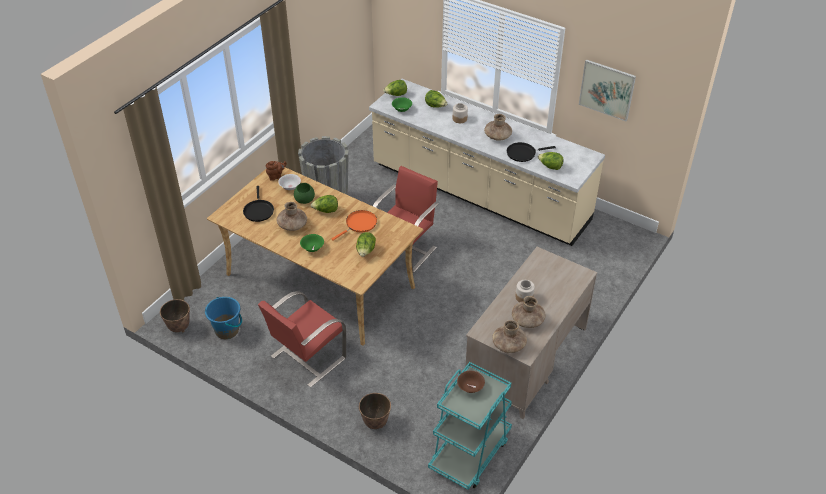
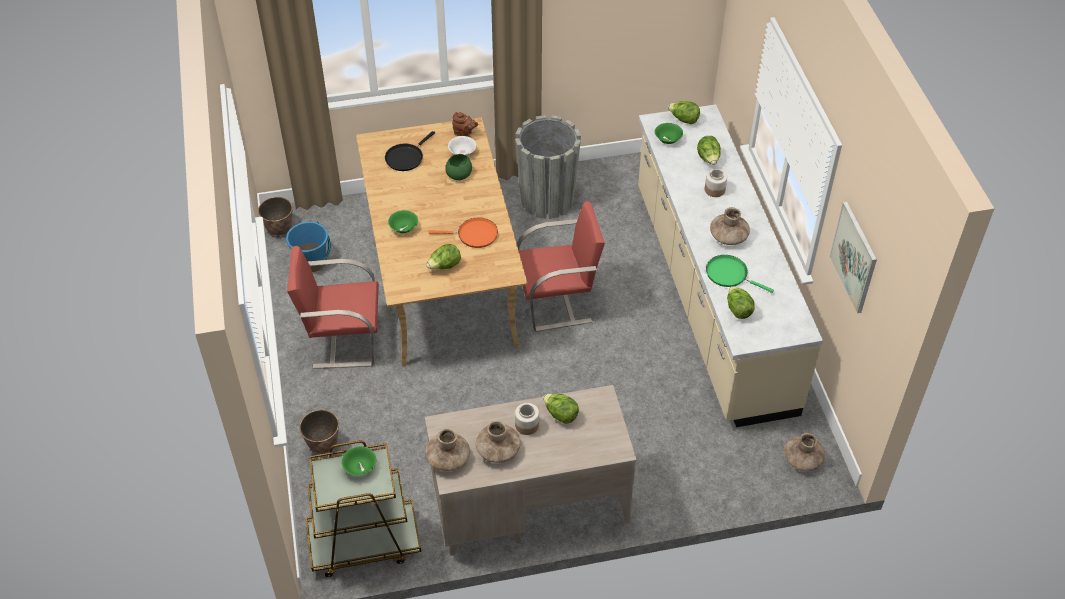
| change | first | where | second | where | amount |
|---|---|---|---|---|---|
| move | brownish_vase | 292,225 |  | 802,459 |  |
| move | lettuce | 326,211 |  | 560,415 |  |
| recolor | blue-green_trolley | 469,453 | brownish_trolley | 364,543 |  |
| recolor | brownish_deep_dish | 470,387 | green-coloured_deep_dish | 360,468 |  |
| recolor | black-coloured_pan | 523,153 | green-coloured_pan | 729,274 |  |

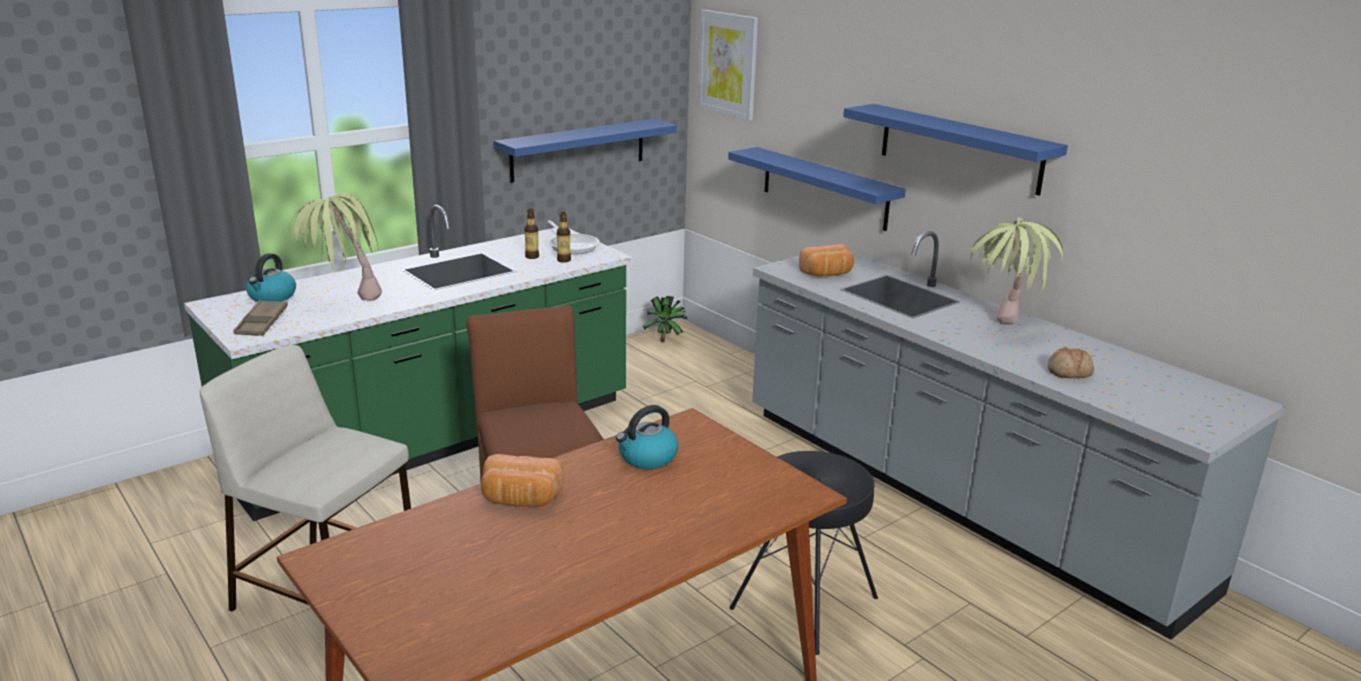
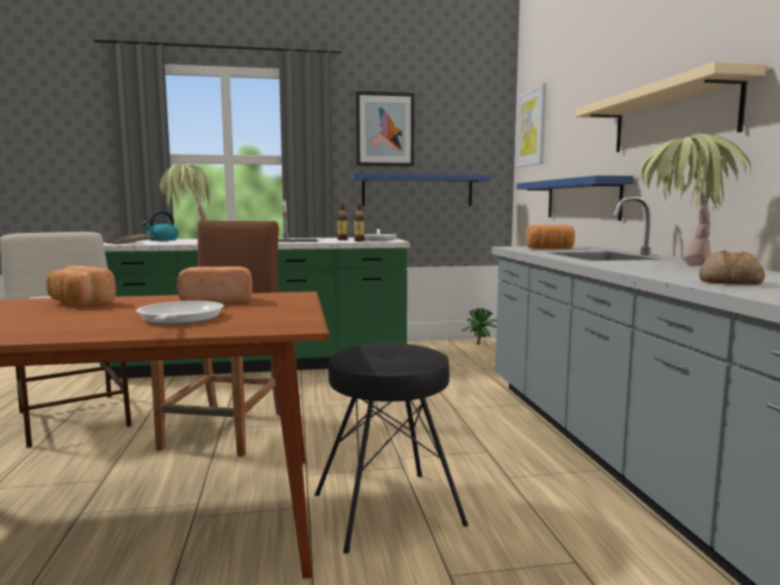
| change | first | where | second | where | amount |
|---|---|---|---|---|---|
| replace | water_kettle | 647,458 | bread | 218,301 |  |
| recolor | blue_bracket_shelf | 959,148 | beige_bracket_shelf | 671,117 |  |
| insert |  |  | pan | 178,319 |  |
| insert |  |  | wall_art | 385,129 |  |

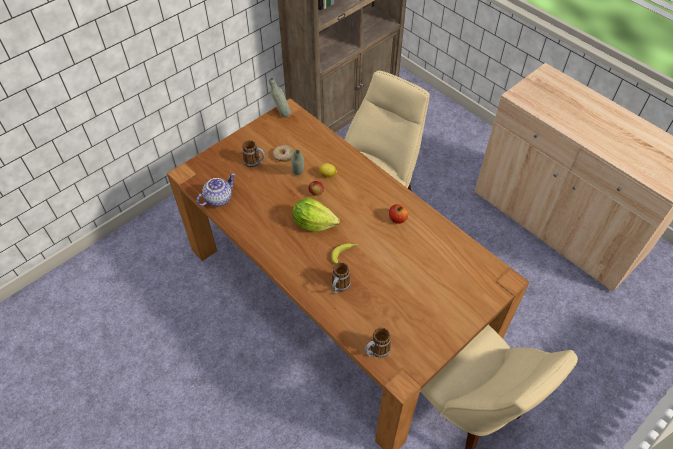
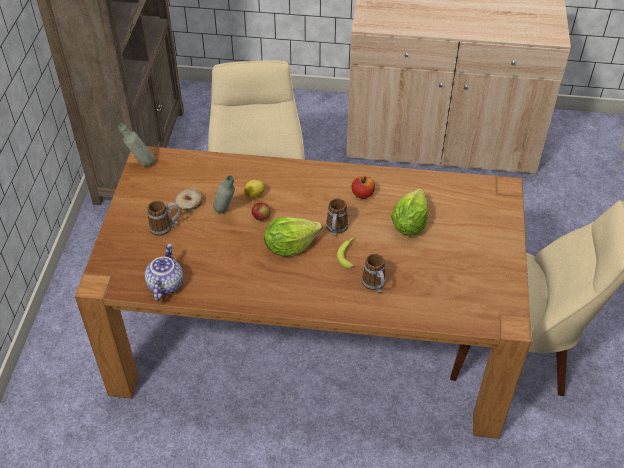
| change | first | where | second | where | amount |
|---|---|---|---|---|---|
| move | mug | 376,351 |  | 336,229 |  |
| insert |  |  | lettuce | 409,224 |  |

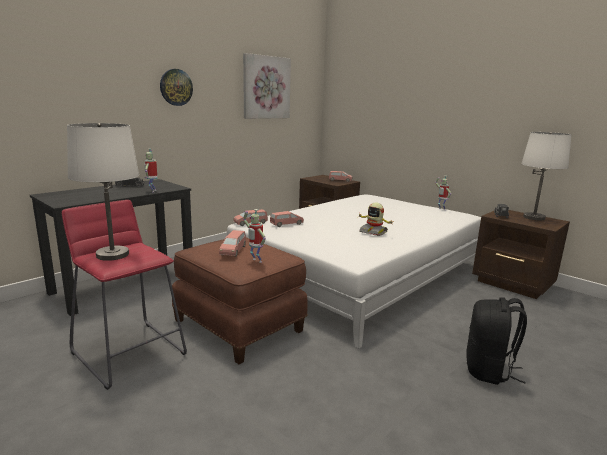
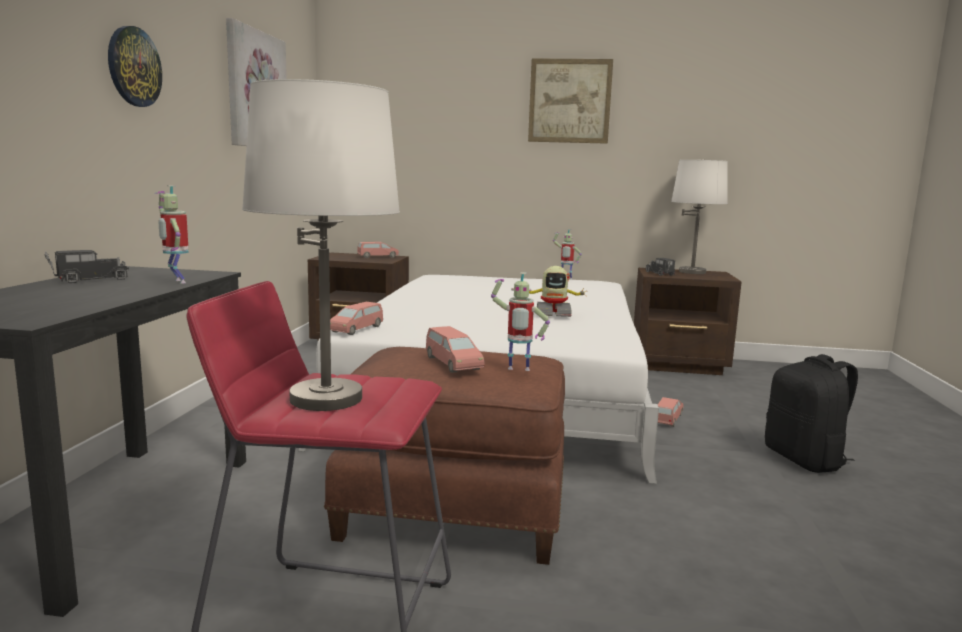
| change | first | where | second | where | amount |
|---|---|---|---|---|---|
| move | pink-coloured_miniature_car | 286,224 |  | 667,419 |  |
| insert |  |  | wall_art | 569,101 |  |

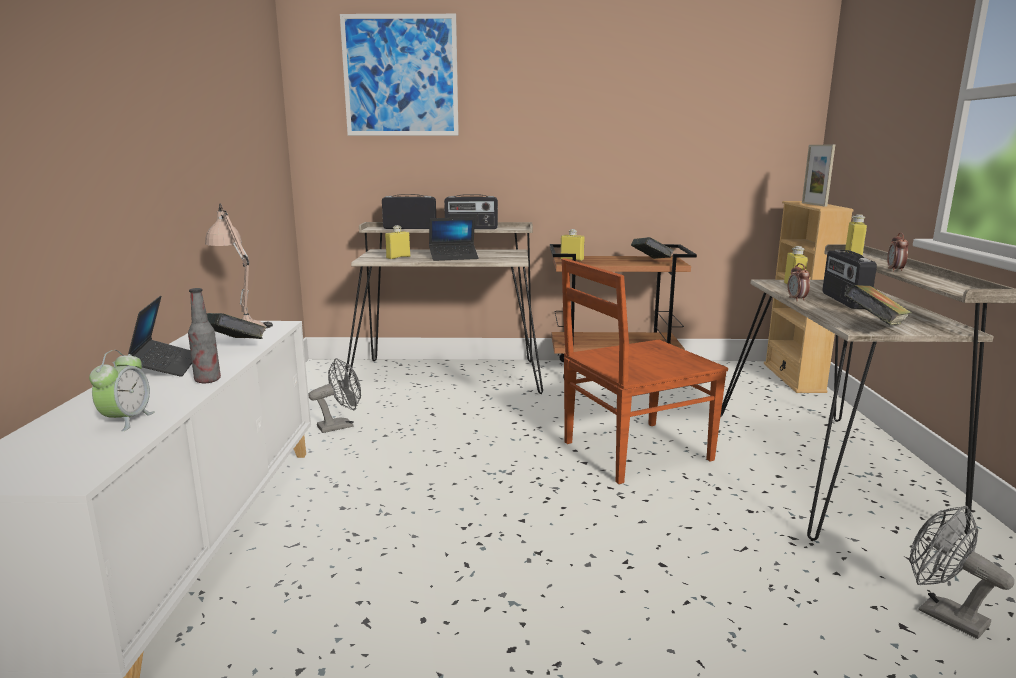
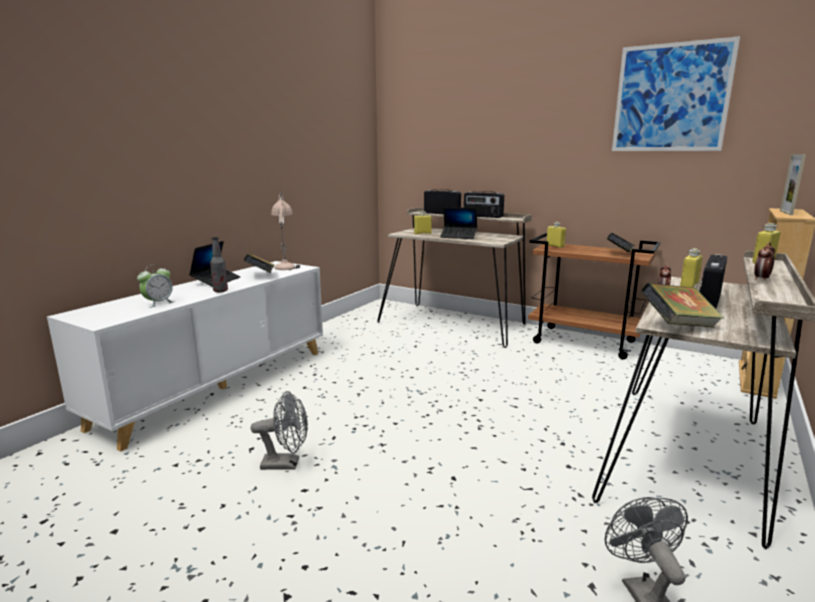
| change | first | where | second | where | amount |
|---|---|---|---|---|---|
| move | grey_electric_fan | 340,425 |  | 286,463 |  |
| move | wall_art | 400,76 |  | 671,98 |  |
| delete | brownish_chair | 633,451 |  |  |  |

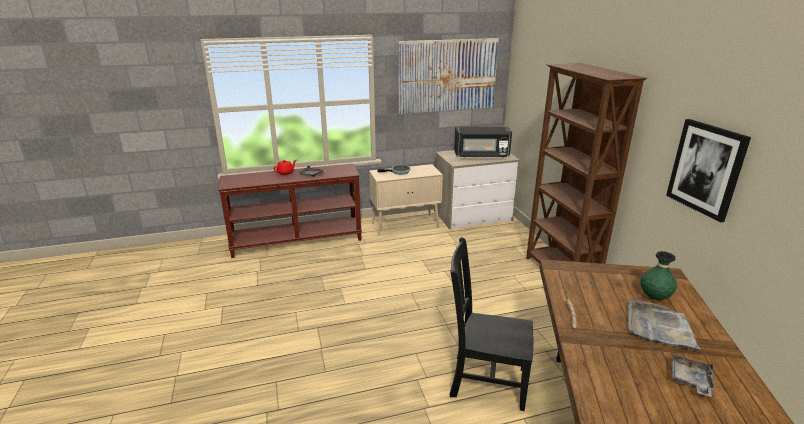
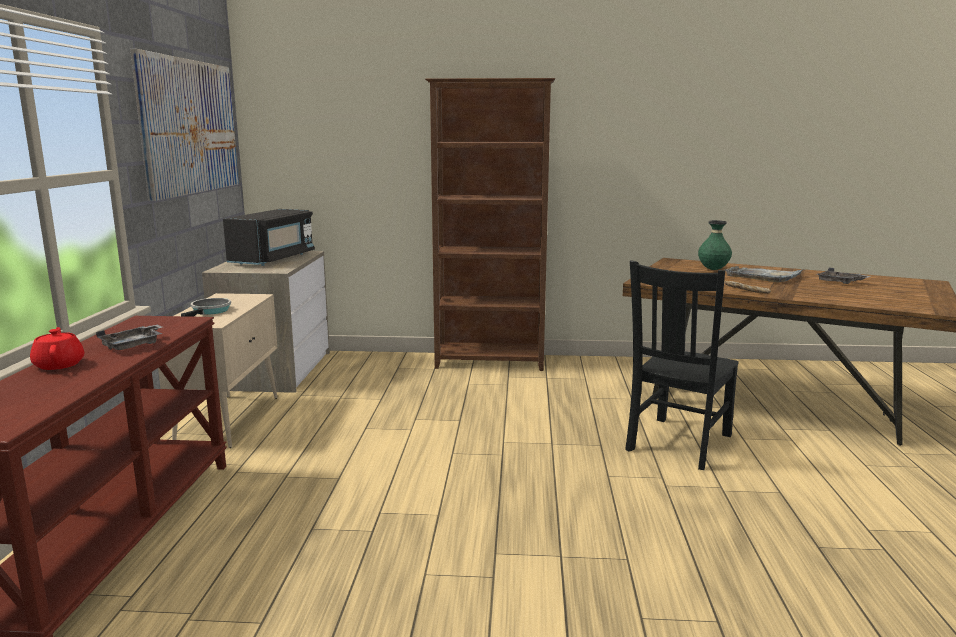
| change | first | where | second | where | amount |
|---|---|---|---|---|---|
| delete | wall_art | 706,169 |  |  |  |

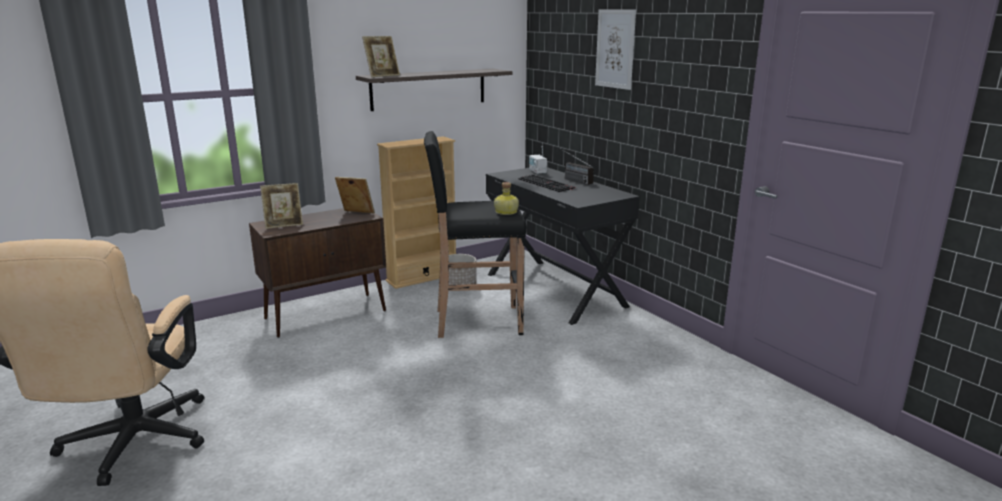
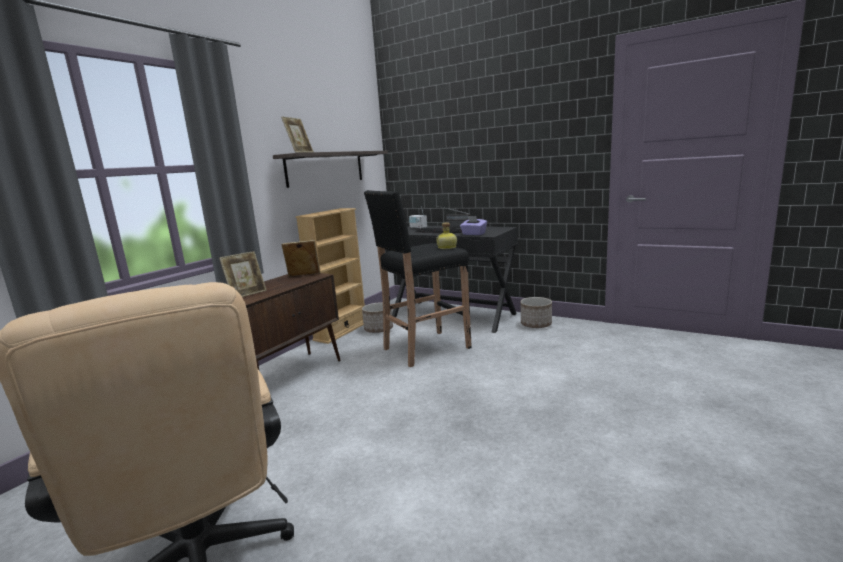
| change | first | where | second | where | amount |
|---|---|---|---|---|---|
| delete | wall_art | 615,49 |  |  |  |
| insert |  |  | purple-coloured_tissue_holder | 473,234 |  |
| insert |  |  | flower_pot | 535,324 |  |

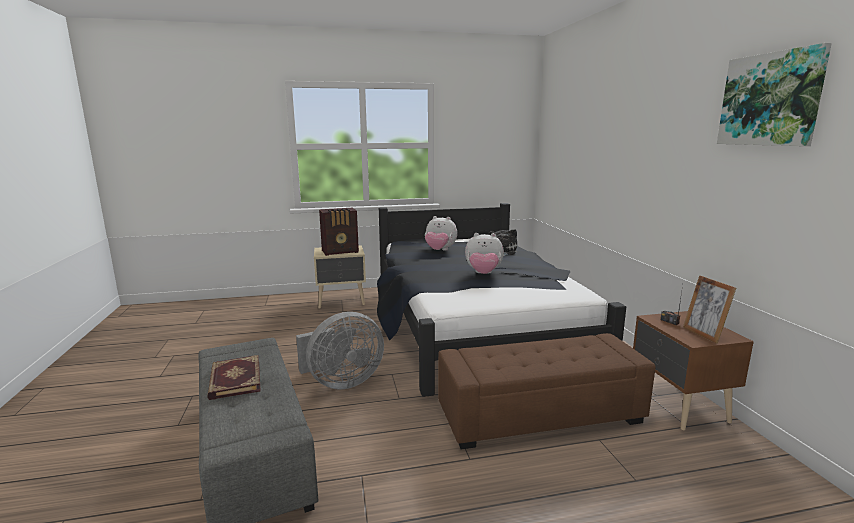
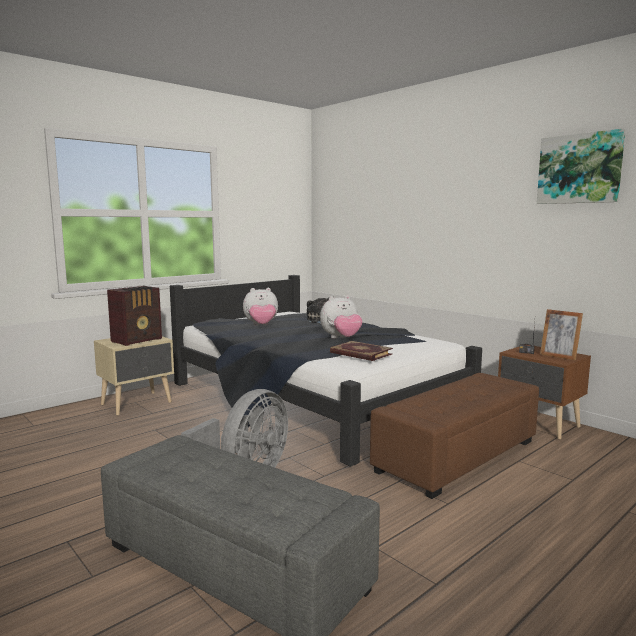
| change | first | where | second | where | amount |
|---|---|---|---|---|---|
| move | book | 234,380 |  | 360,354 |  |

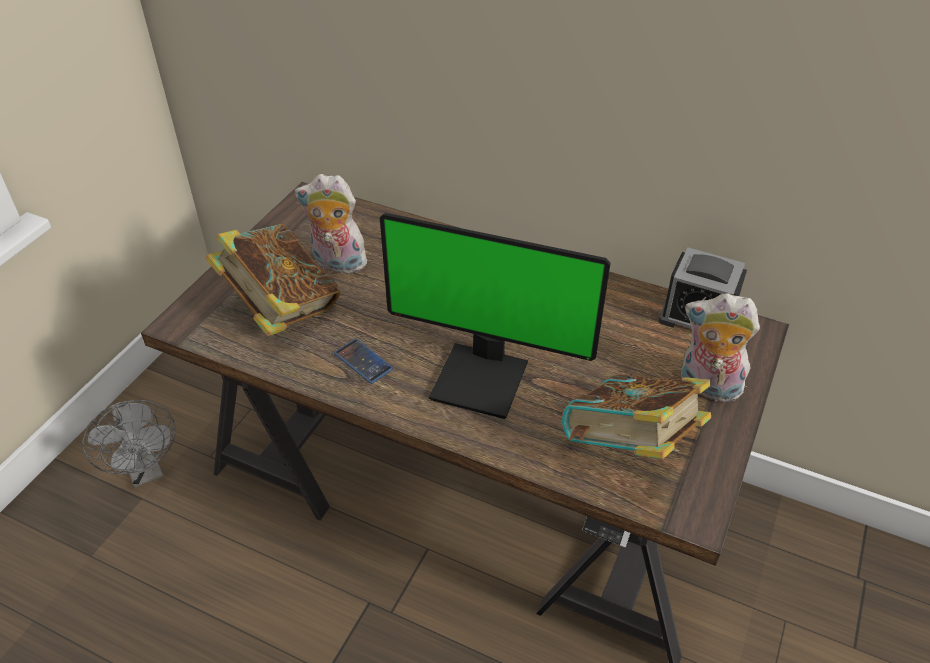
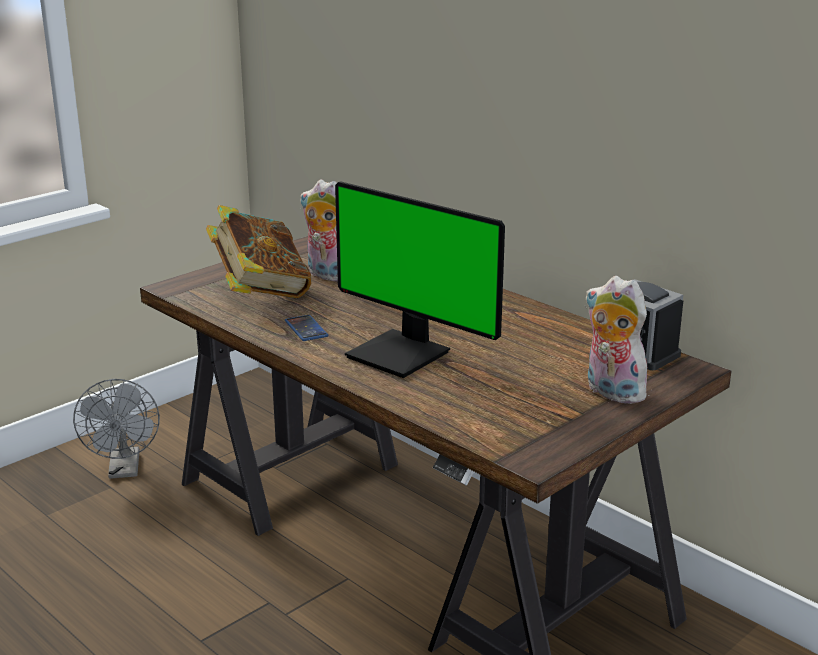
| change | first | where | second | where | amount |
|---|---|---|---|---|---|
| delete | book | 630,447 |  |  |  |

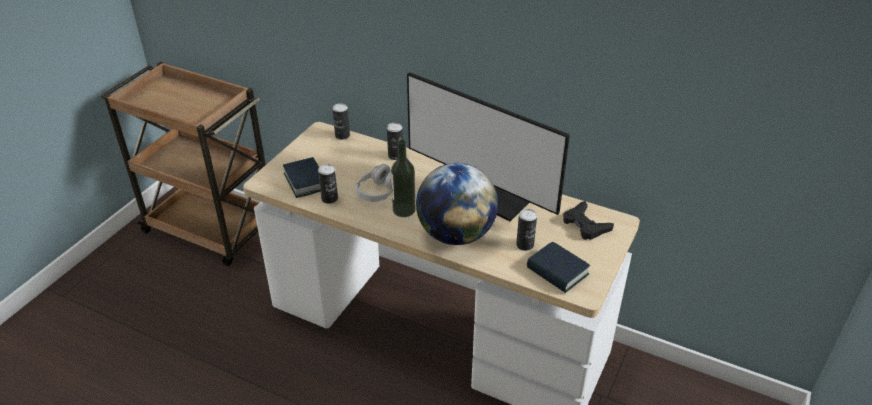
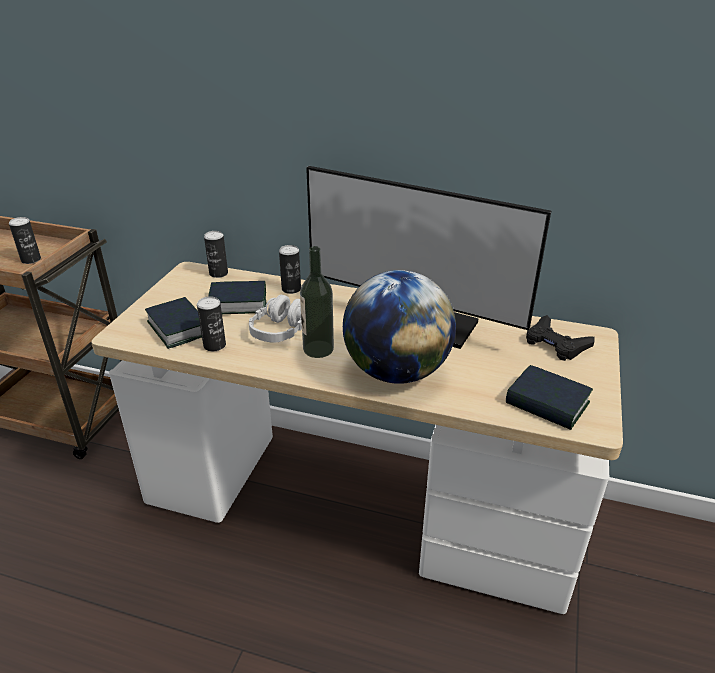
| change | first | where | second | where | amount |
|---|---|---|---|---|---|
| move | metal_can | 525,245 |  | 31,260 |  |
| insert |  |  | book | 238,303 |  |

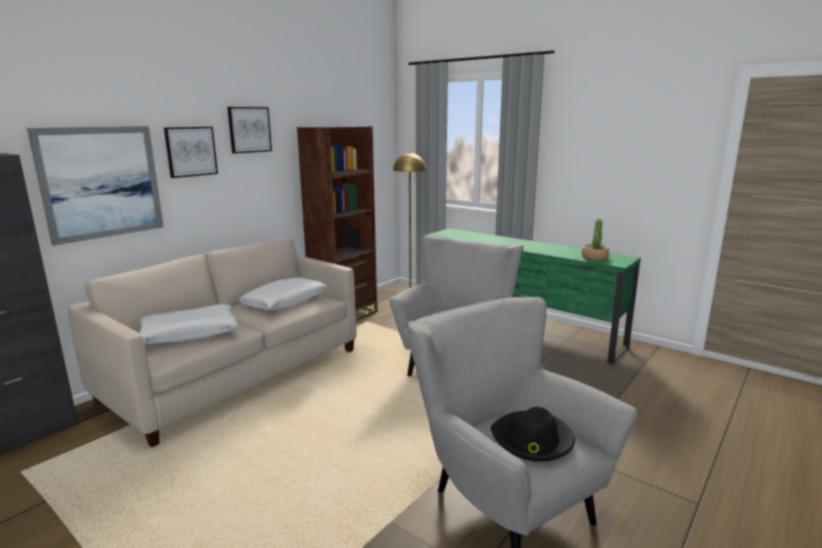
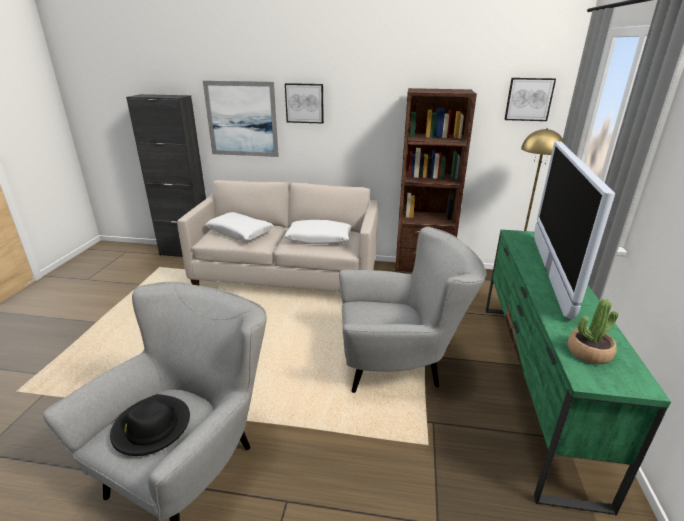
| change | first | where | second | where | amount |
|---|---|---|---|---|---|
| move | wall_art | 249,129 |  | 529,99 |  |
| insert |  |  | TV_set | 550,272 |  |

